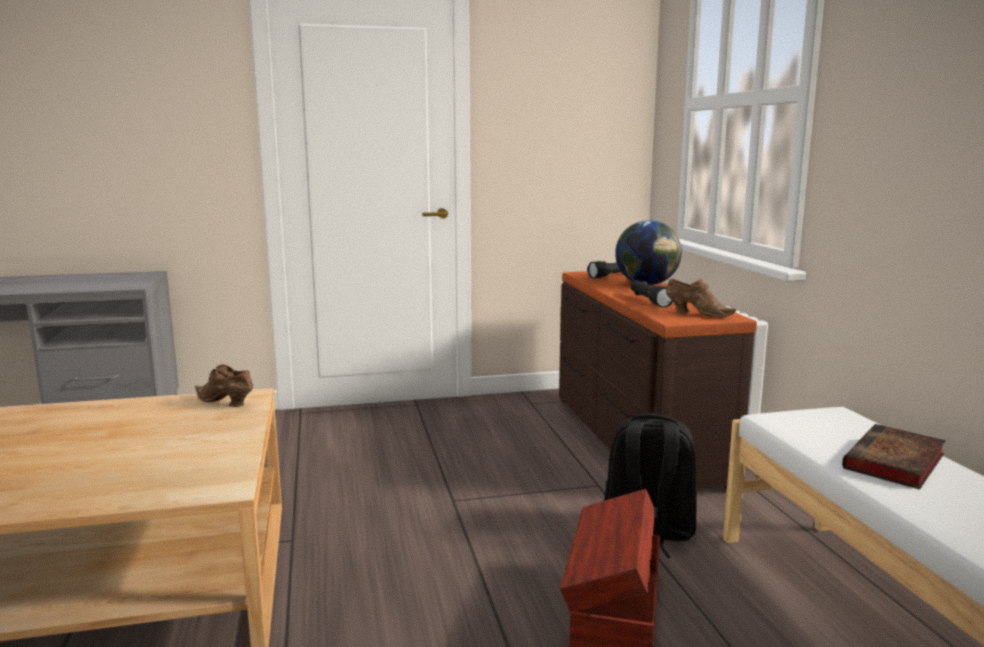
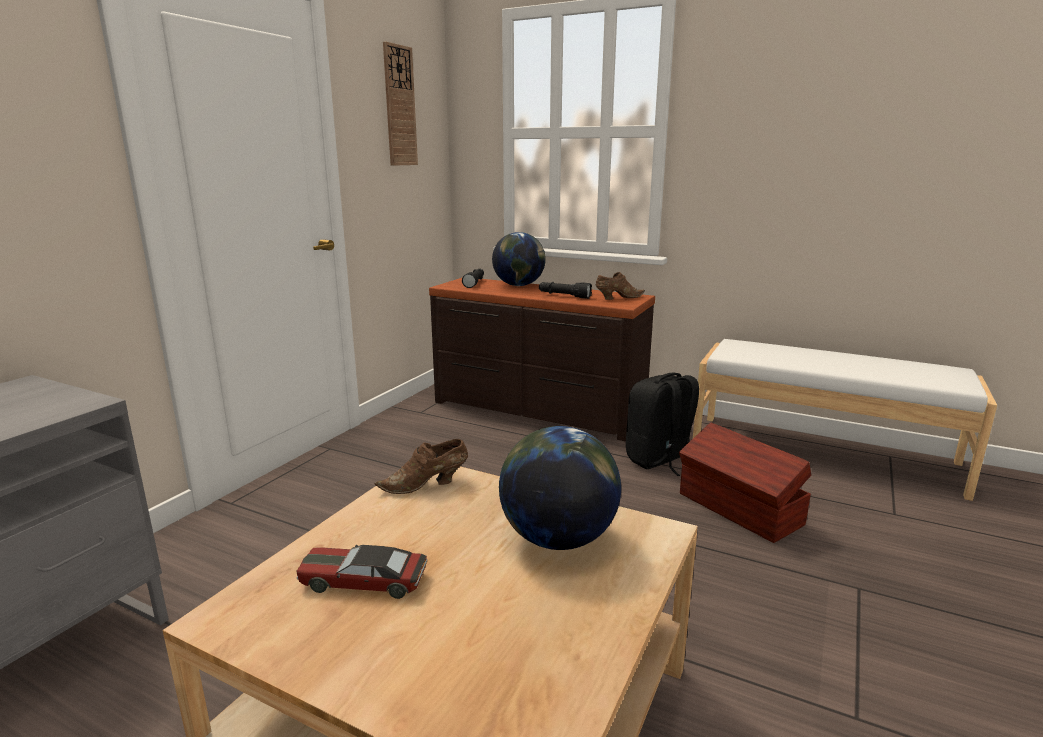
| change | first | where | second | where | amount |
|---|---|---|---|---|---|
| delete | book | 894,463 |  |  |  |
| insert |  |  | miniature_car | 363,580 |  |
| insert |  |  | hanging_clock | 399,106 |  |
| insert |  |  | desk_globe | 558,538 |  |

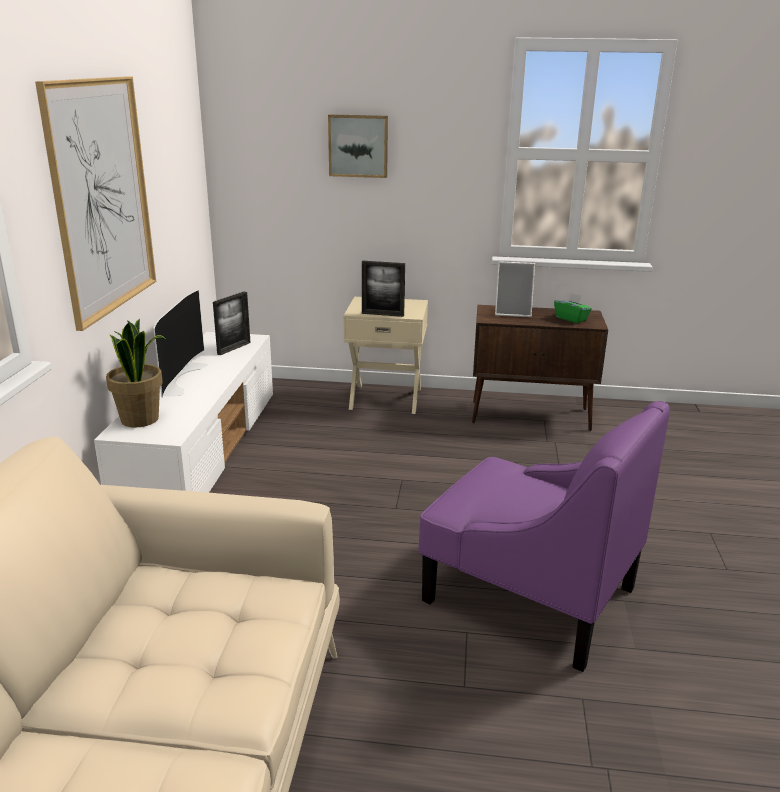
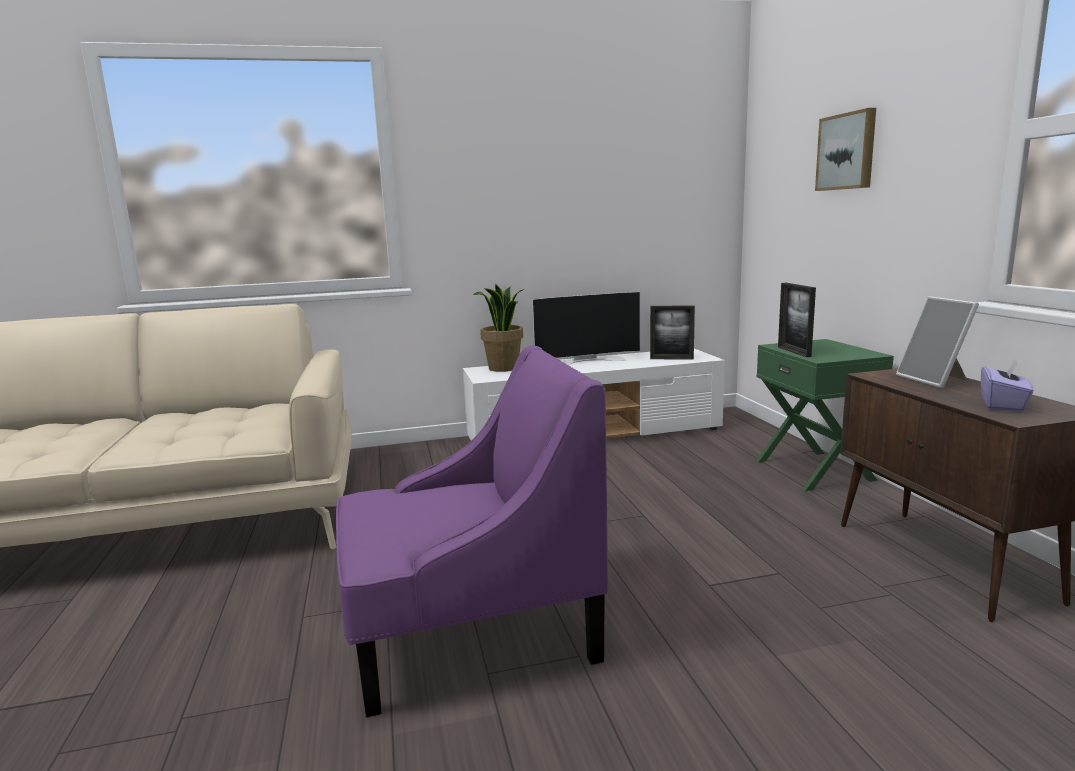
| change | first | where | second | where | amount |
|---|---|---|---|---|---|
| delete | wall_art | 102,197 |  |  |  |
| recolor | beige_nightstand | 386,398 | green-coloured_nightstand | 815,470 |  |
| rotate | purple-coloured_armchair | 528,594 |  | 470,631 | 120 degrees counterclockwise |
| recolor | green-coloured_tissue_holder | 571,319 | purple-coloured_tissue_holder | 1002,405 |  |

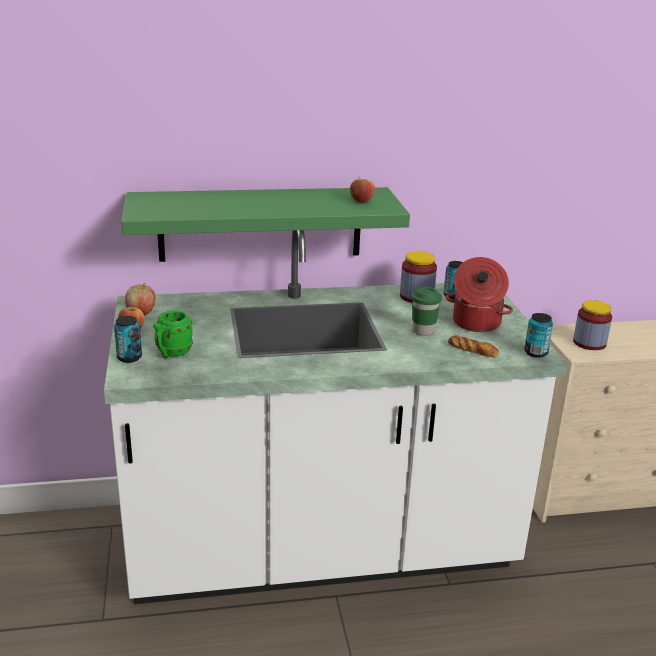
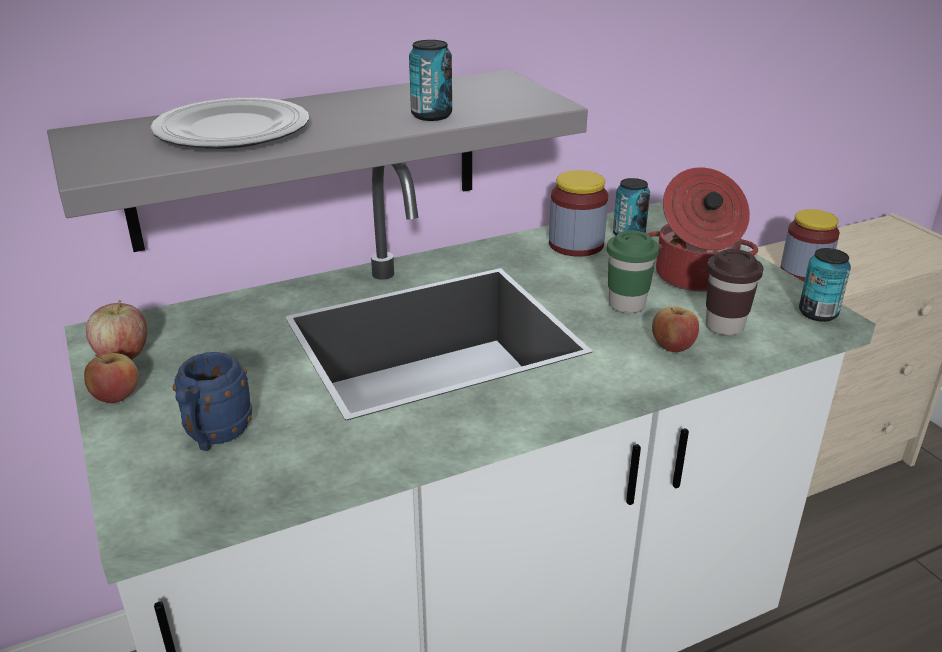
| change | first | where | second | where | amount |
|---|---|---|---|---|---|
| move | metal_can | 129,357 |  | 431,115 |  |
| recolor | green-coloured_bracket_shelf | 260,224 | grey_bracket_shelf | 308,159 |  |
| recolor | green-coloured_mug | 171,353 | blue_mug | 214,436 |  |
| move | whole_apple | 361,201 |  | 672,346 |  |
| replace | bread | 472,350 | brownish_cup | 724,326 |  |
| insert |  |  | dinner_plate | 234,130 |  |

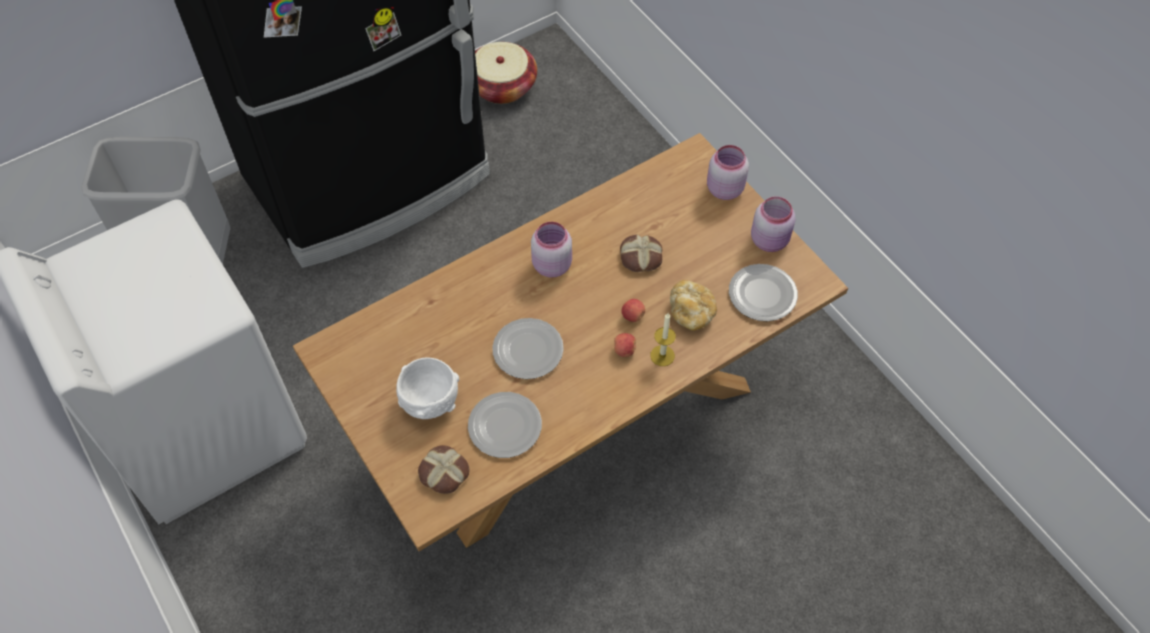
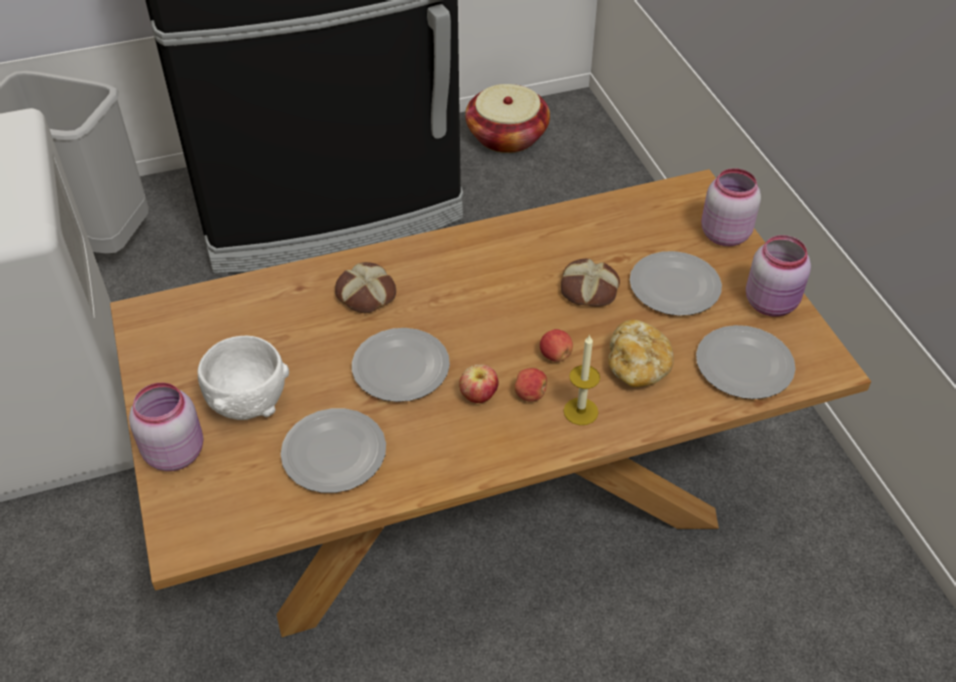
| change | first | where | second | where | amount |
|---|---|---|---|---|---|
| move | bread | 443,473 |  | 365,294 |  |
| move | pink-coloured_preserve_jar | 551,264 |  | 174,451 |  |
| insert |  |  | whole_apple | 478,396 |  |
| insert |  |  | dinner_plate | 675,286 |  |

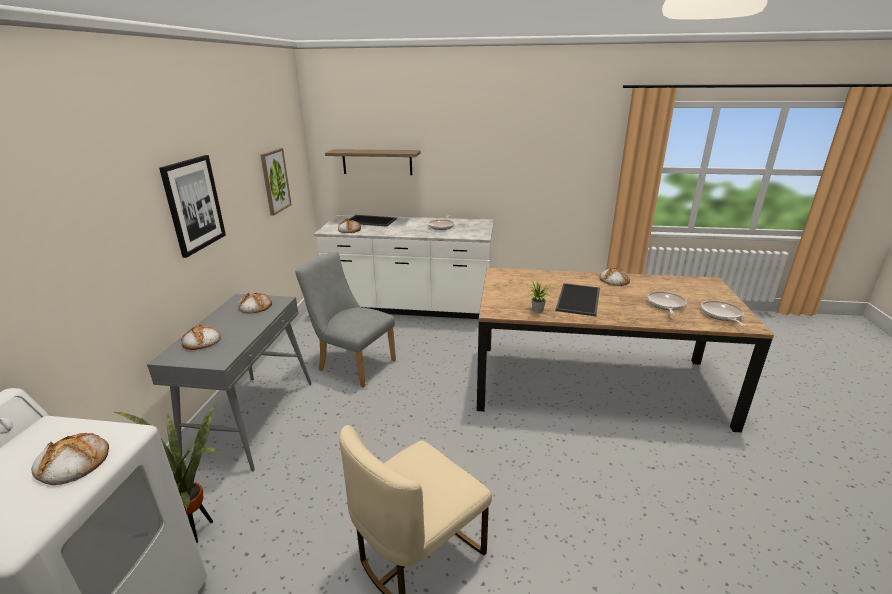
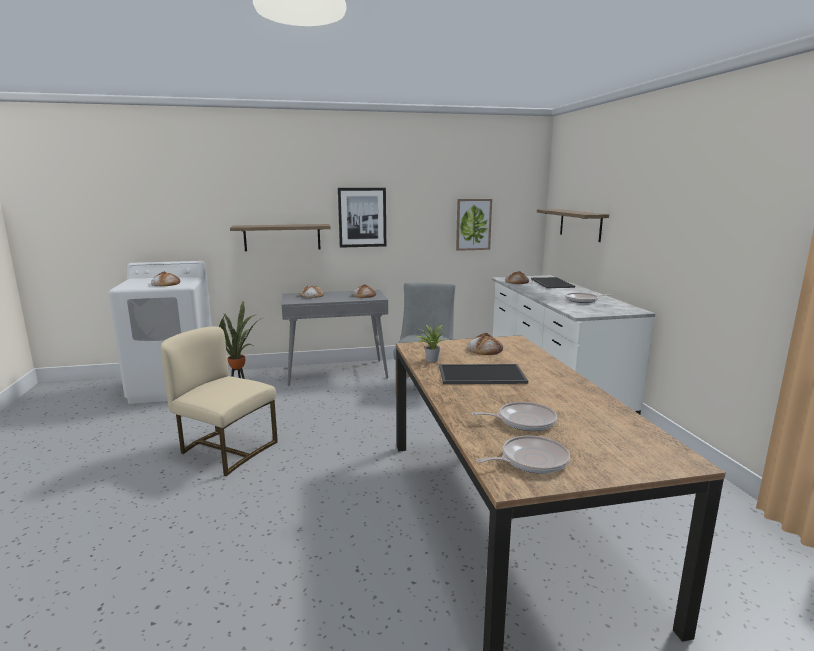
| change | first | where | second | where | amount |
|---|---|---|---|---|---|
| move | bread | 614,280 |  | 484,349 |  |
| insert |  |  | bracket_shelf | 282,237 |  |

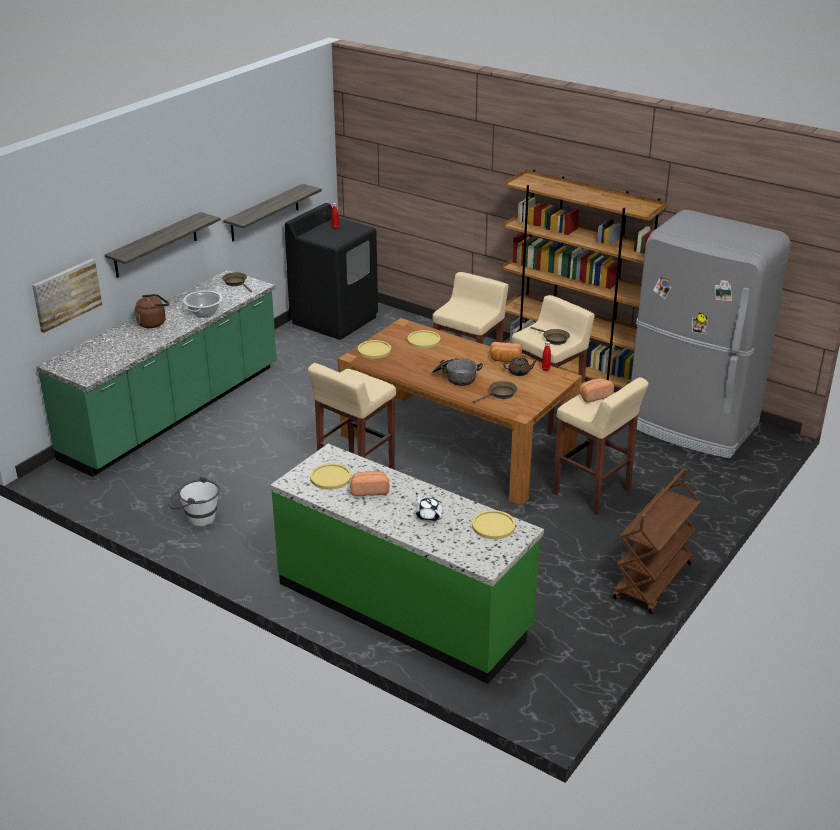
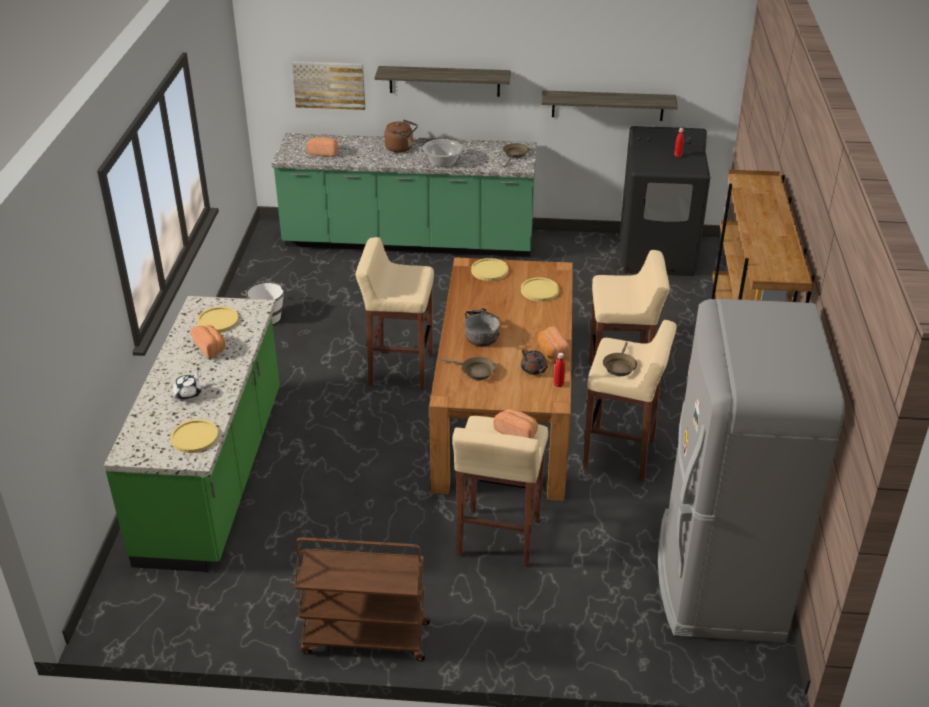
| change | first | where | second | where | amount |
|---|---|---|---|---|---|
| insert |  |  | bread | 324,153 |  |

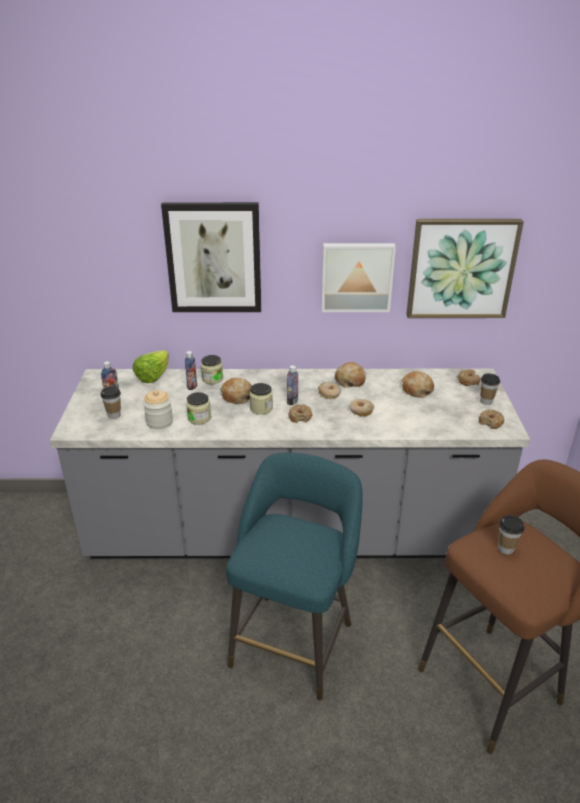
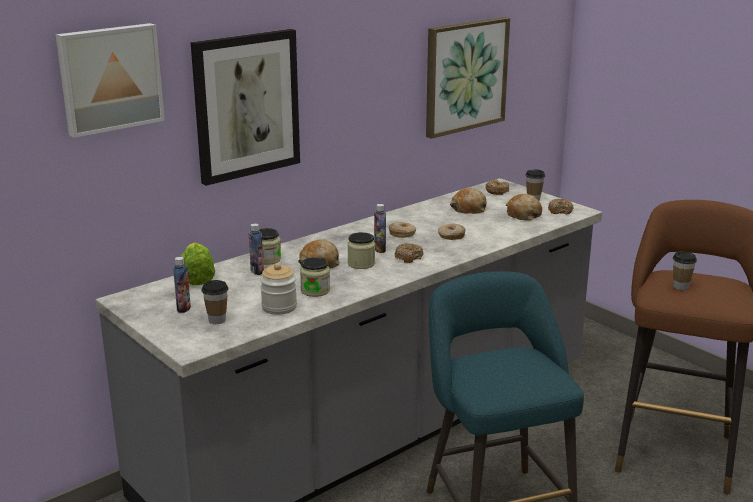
| change | first | where | second | where | amount |
|---|---|---|---|---|---|
| move | wall_art | 356,276 |  | 109,78 |  |
| move | bread | 350,380 |  | 523,215 |  |

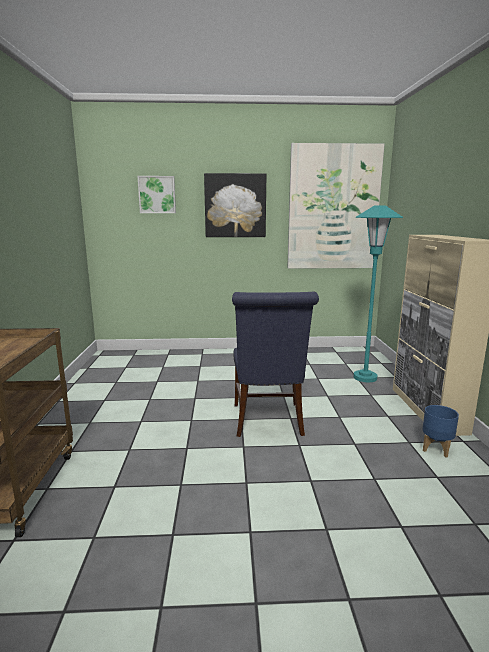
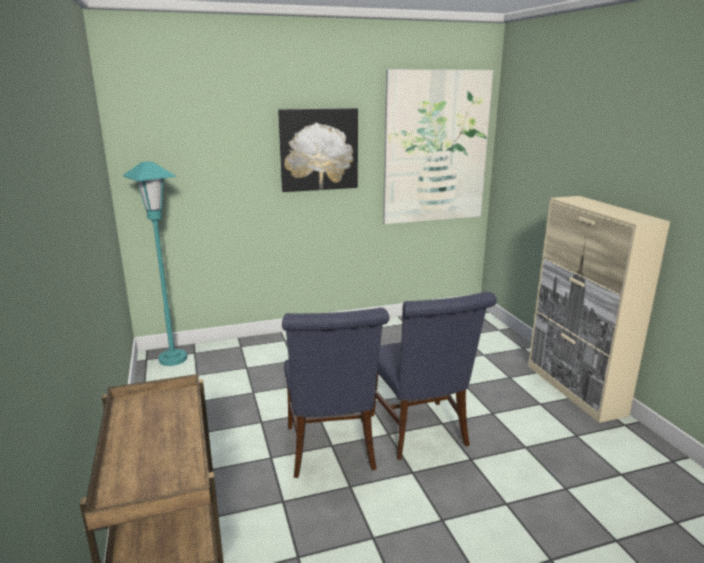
| change | first | where | second | where | amount |
|---|---|---|---|---|---|
| delete | wall_art | 157,195 |  |  |  |
| move | blue-green_standing_lamp | 365,377 |  | 173,359 |  |
| delete | blue_flower_pot | 436,449 |  |  |  |
| insert |  |  | blue_chair | 332,451 |  |

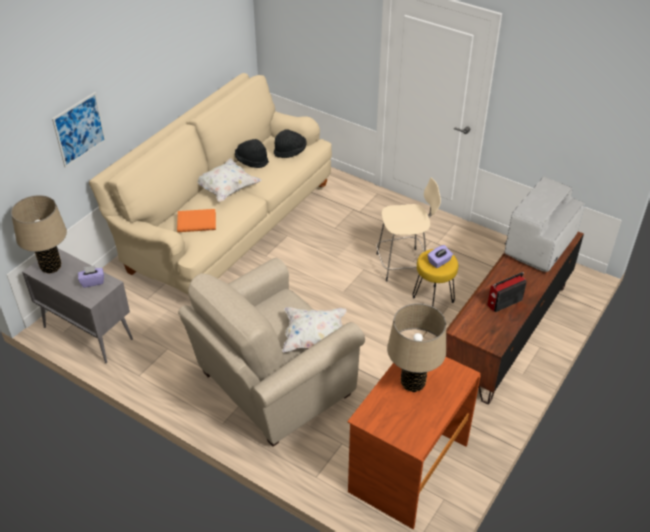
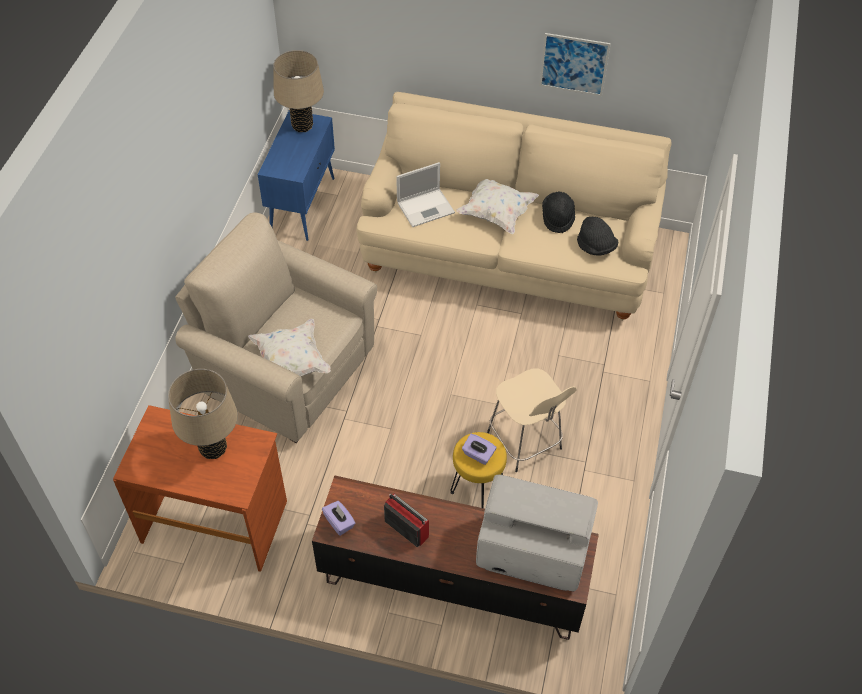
| change | first | where | second | where | amount |
|---|---|---|---|---|---|
| recolor | grey_cupboard | 87,333 | blue_cupboard | 303,204 |  |
| move | wall_art | 79,129 |  | 574,64 |  |
| move | purple-coloured_tissue_holder | 92,282 |  | 339,522 |  |
| replace | orange_book | 196,221 | notebook_computer | 426,207 |  |

